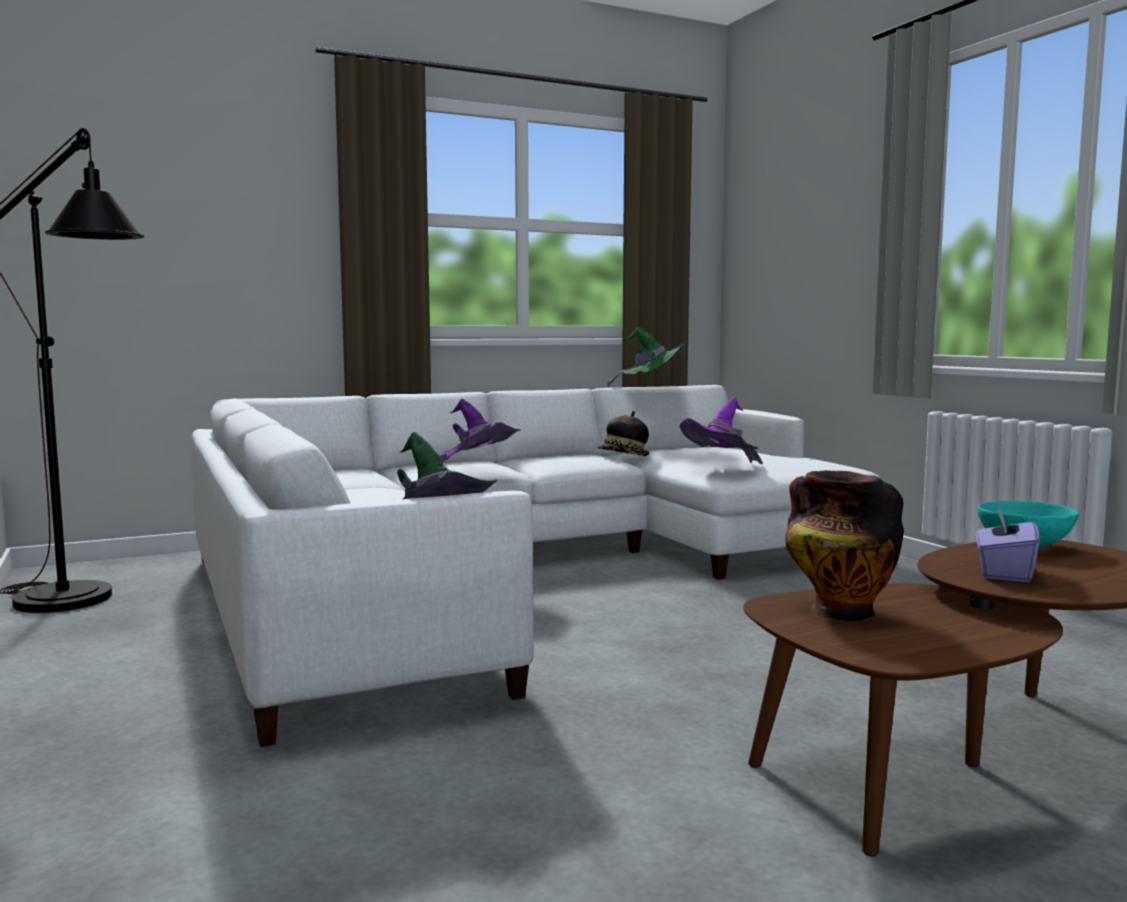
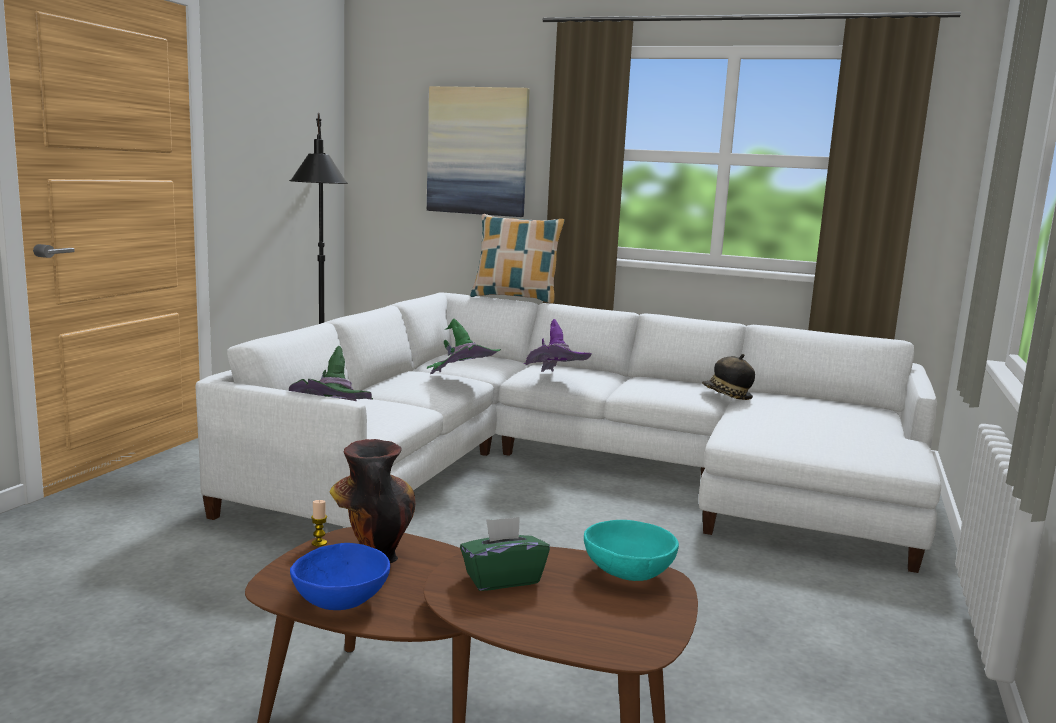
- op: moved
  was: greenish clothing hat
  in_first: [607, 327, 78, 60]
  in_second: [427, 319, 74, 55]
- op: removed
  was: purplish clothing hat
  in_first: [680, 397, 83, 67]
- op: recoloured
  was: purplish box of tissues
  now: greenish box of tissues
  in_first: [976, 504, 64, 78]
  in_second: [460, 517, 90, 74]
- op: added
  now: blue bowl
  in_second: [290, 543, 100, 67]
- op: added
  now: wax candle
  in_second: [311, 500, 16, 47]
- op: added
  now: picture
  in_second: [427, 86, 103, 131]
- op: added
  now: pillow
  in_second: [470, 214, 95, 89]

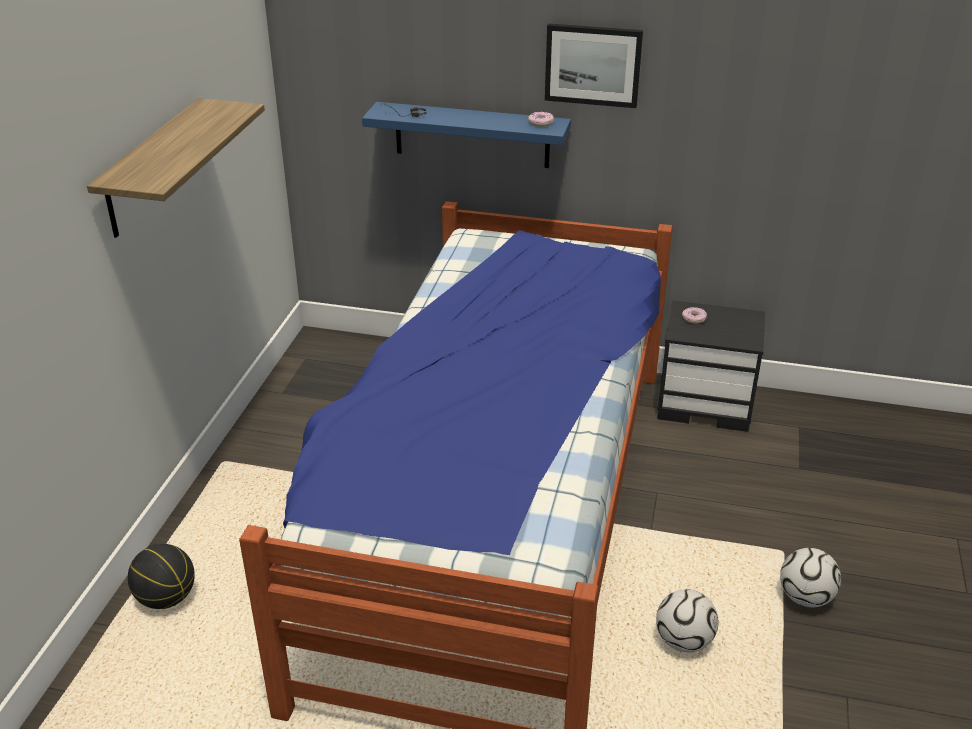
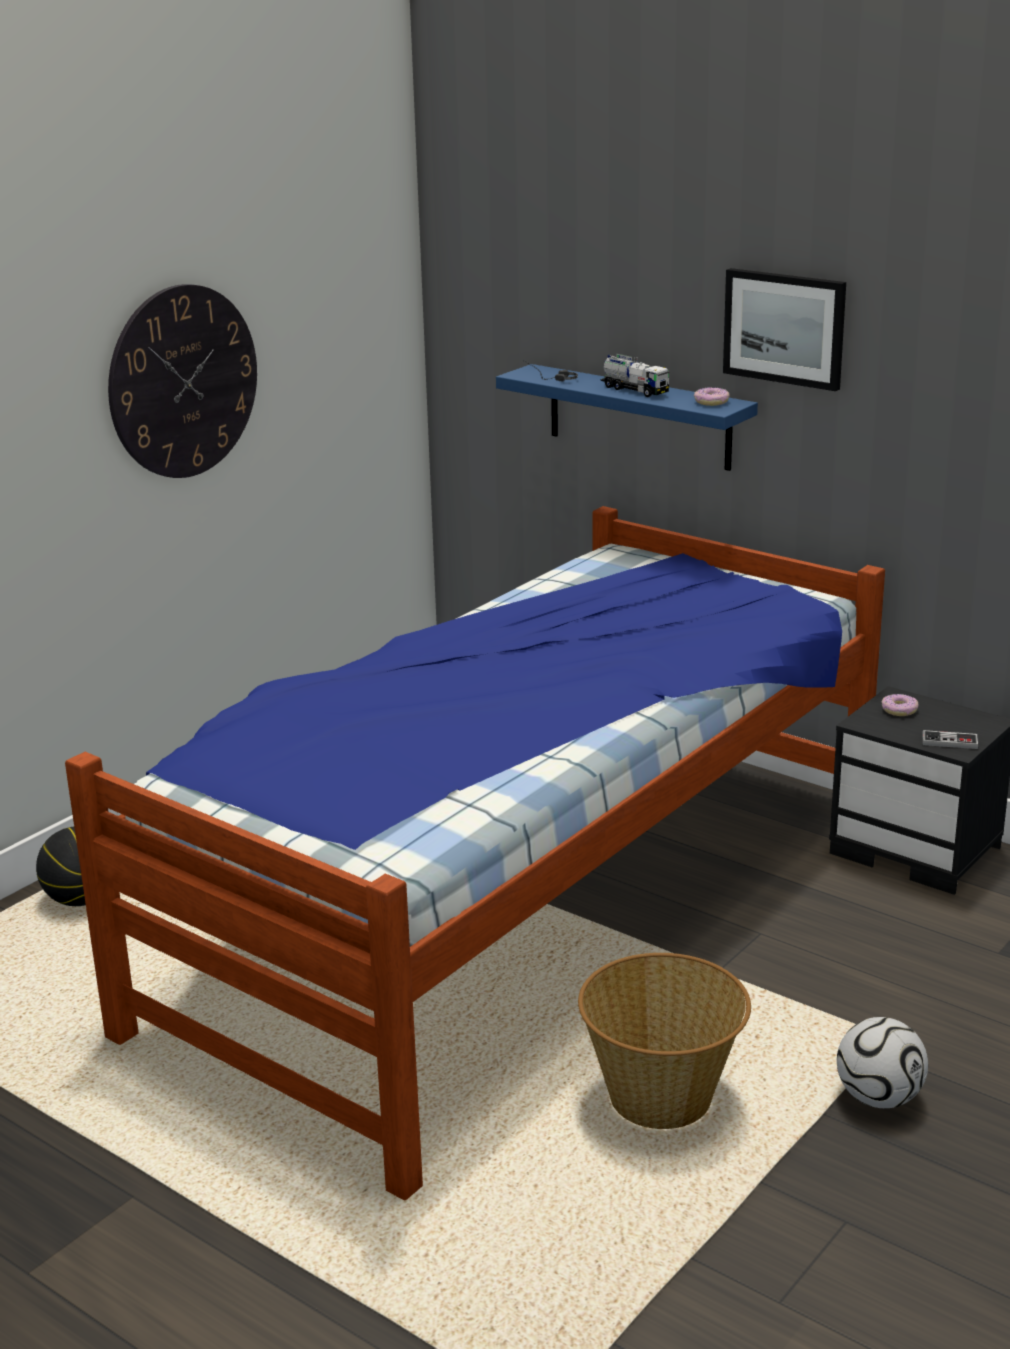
- op: replaced
  was: bracket shelf
  now: clock on the wall
  in_first: [87, 98, 178, 140]
  in_second: [108, 284, 149, 194]
- op: replaced
  was: ball for football
  now: storage basket
  in_first: [656, 589, 63, 63]
  in_second: [578, 953, 173, 176]
- op: added
  now: toy lorry
  in_second: [601, 354, 69, 43]
- op: added
  now: gamepad
  in_second: [922, 730, 57, 19]

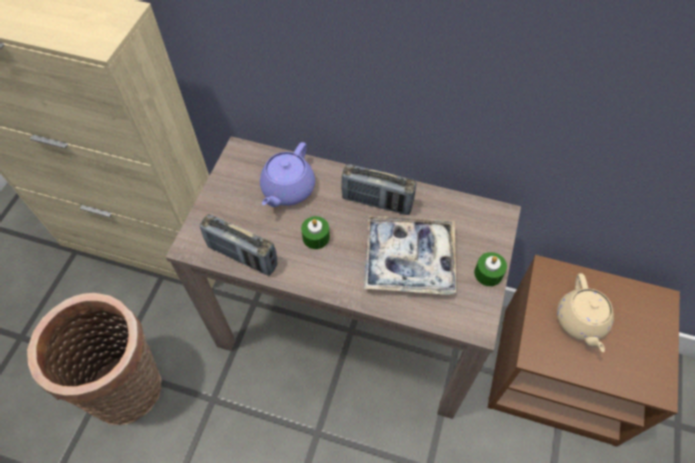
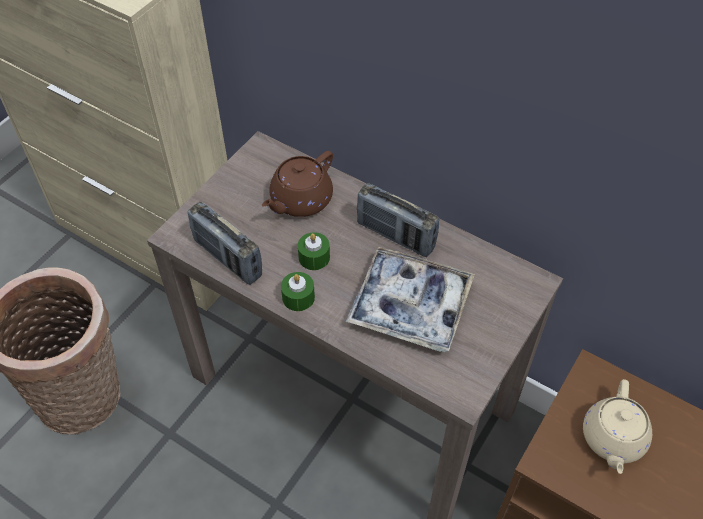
- op: recoloured
  was: purplish tea pot
  now: brownish tea pot
  in_first: [260, 142, 55, 65]
  in_second: [262, 151, 71, 66]
- op: moved
  was: greenish wax candle
  in_first: [474, 252, 33, 34]
  in_second: [281, 272, 34, 39]

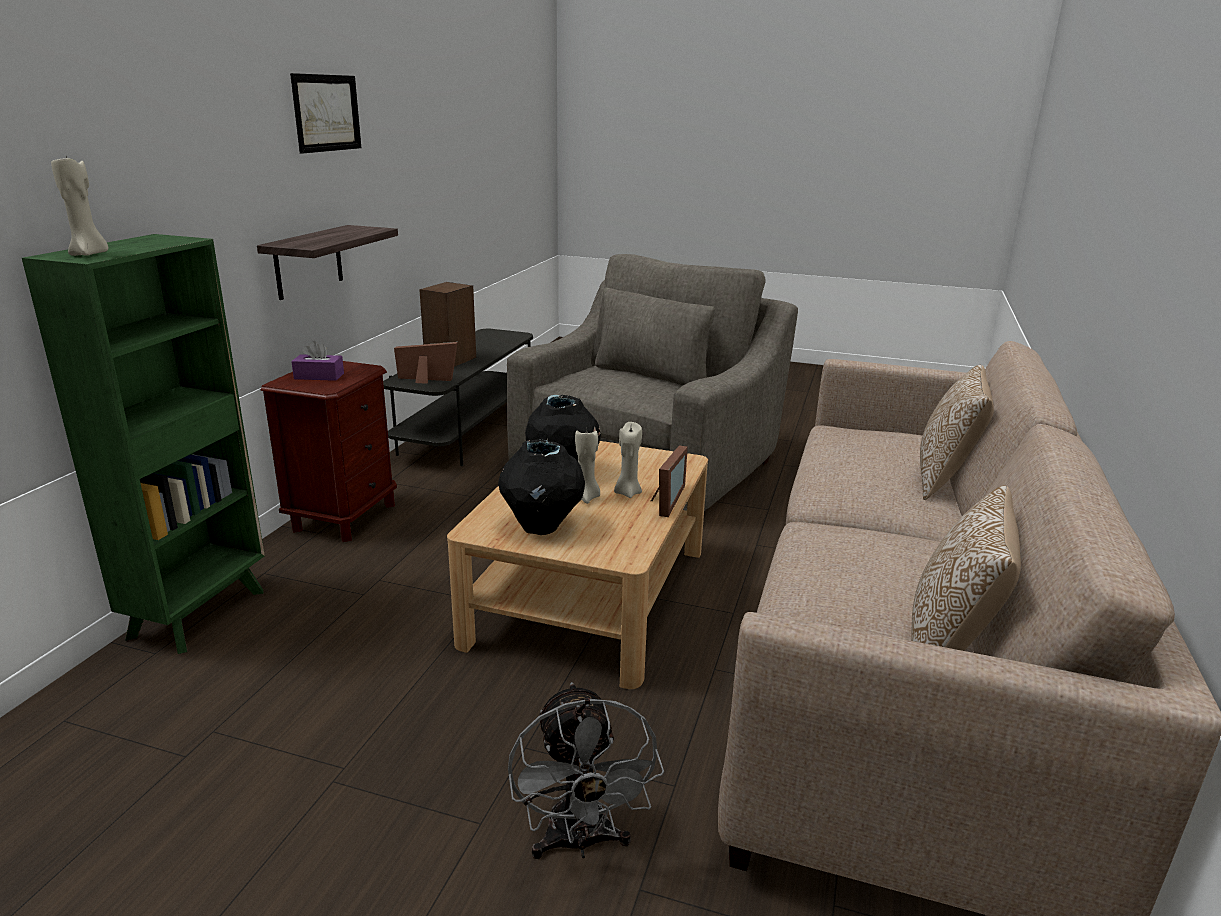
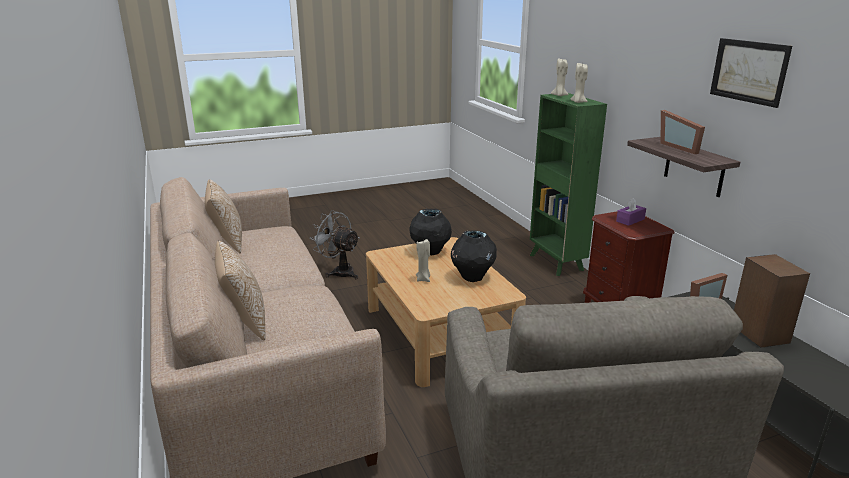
- op: moved
  was: beige-coloured wax candle
  in_first: [575, 429, 25, 75]
  in_second: [571, 63, 17, 40]
- op: moved
  was: standing frame
  in_first: [651, 445, 37, 72]
  in_second: [660, 110, 45, 44]

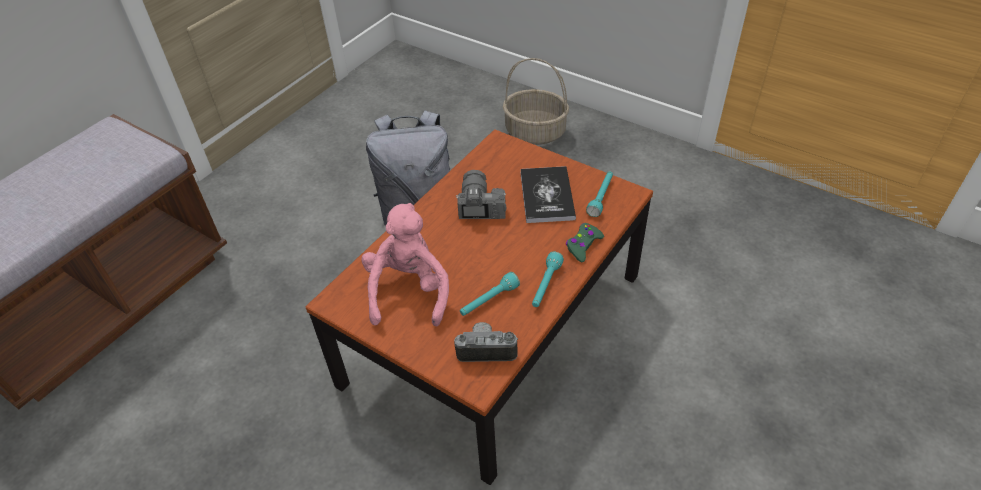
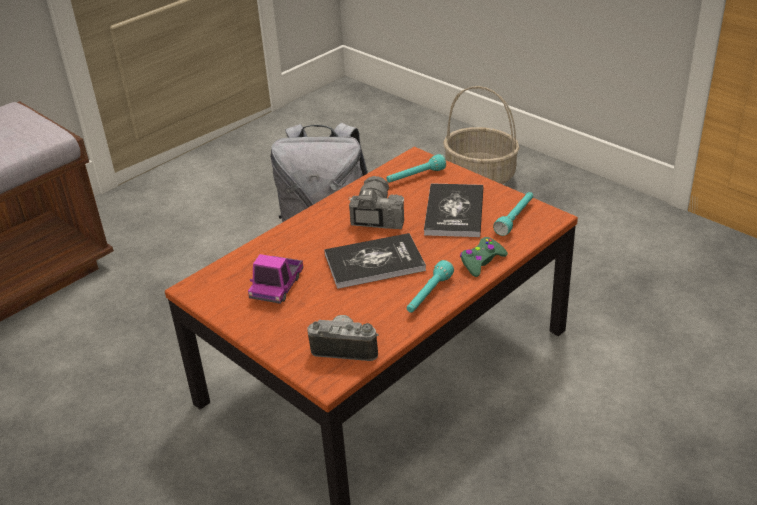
- op: replaced
  was: pinkish cuddly toy
  now: toy lorry
  in_first: [361, 203, 88, 123]
  in_second: [248, 254, 55, 50]
- op: moved
  was: turquoise-coloured hand torch
  in_first: [460, 272, 60, 44]
  in_second: [386, 154, 60, 28]
- op: added
  now: book
  in_second: [324, 233, 102, 56]

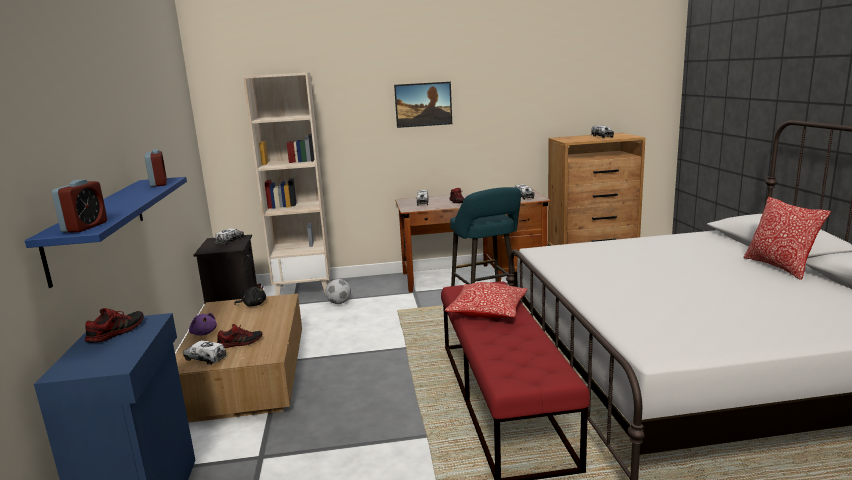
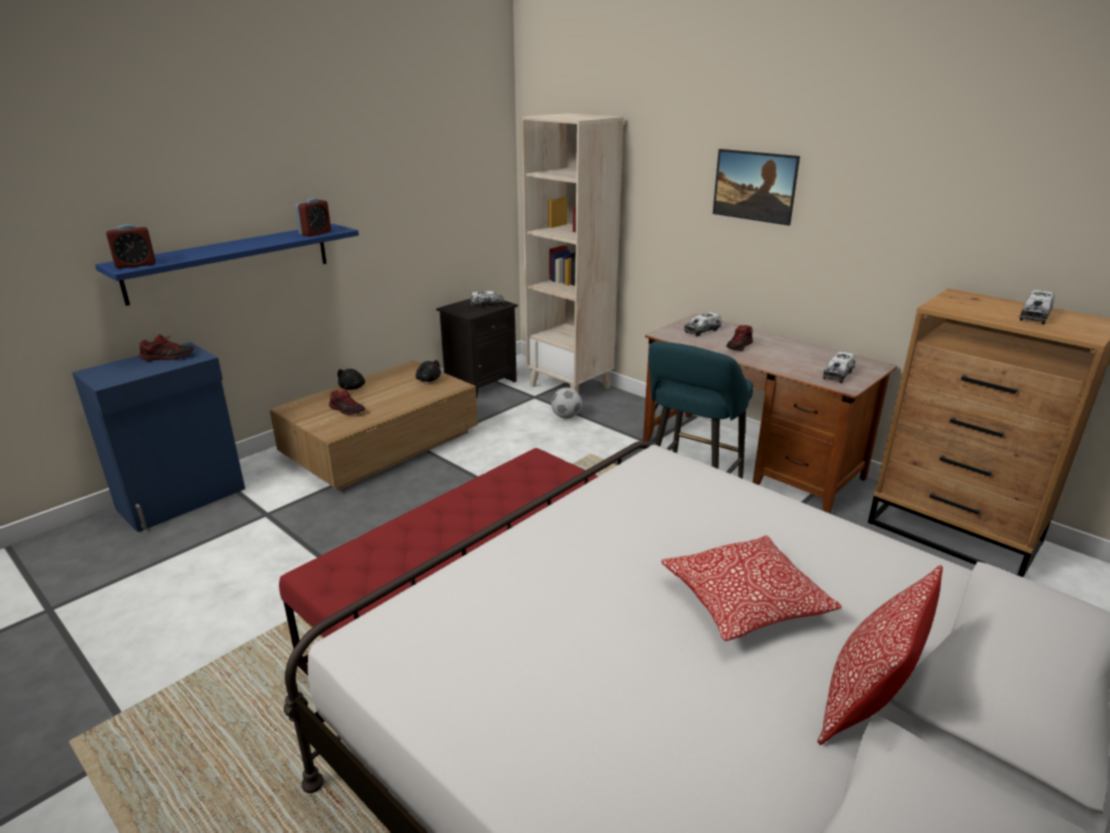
- op: removed
  was: toy lorry
  in_first: [183, 340, 44, 25]
- op: recoloured
  was: purplish cuddly toy
  now: black-coloured cuddly toy
  in_first: [189, 313, 28, 23]
  in_second: [338, 369, 27, 21]
- op: moved
  was: pillow
  in_first: [445, 282, 82, 36]
  in_second: [661, 535, 181, 106]

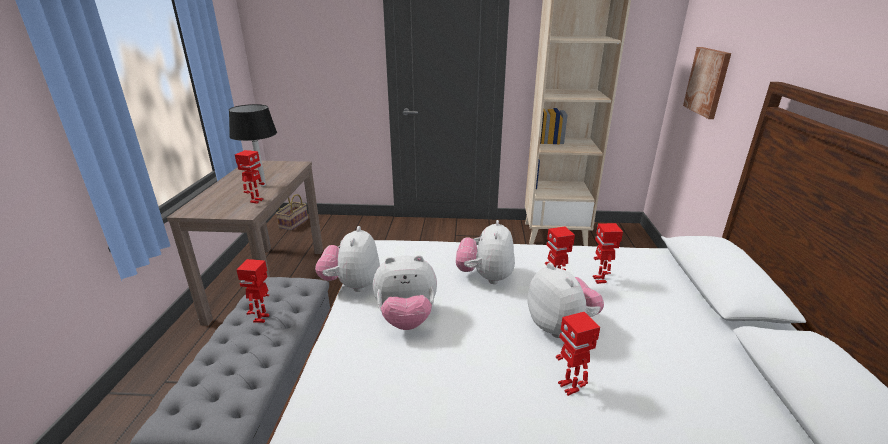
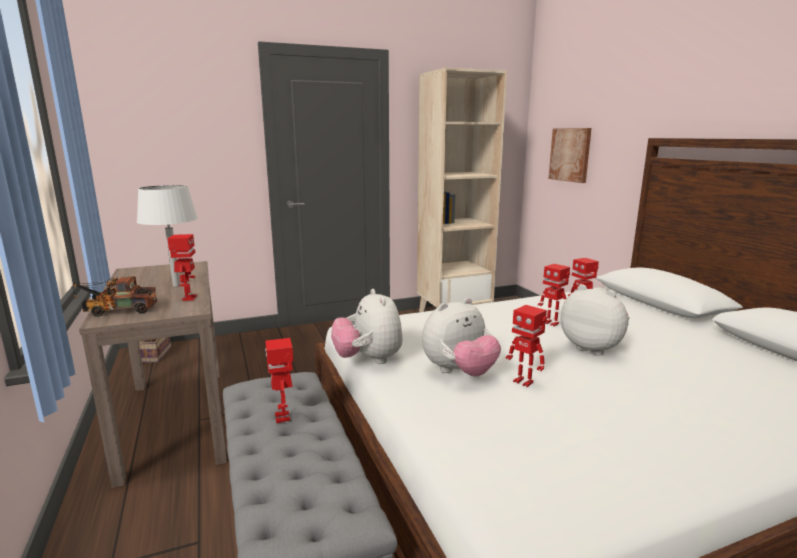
- op: recoloured
  was: black-coloured lamp for a table
  now: whitish lamp for a table
  in_first: [229, 104, 48, 83]
  in_second: [137, 185, 61, 102]
- op: removed
  was: cuddly toy
  in_first: [456, 220, 59, 64]
- op: moved
  was: model robot
  in_first: [556, 312, 44, 84]
  in_second: [506, 305, 41, 82]
- op: added
  now: toy lorry
  in_second: [73, 276, 84, 41]

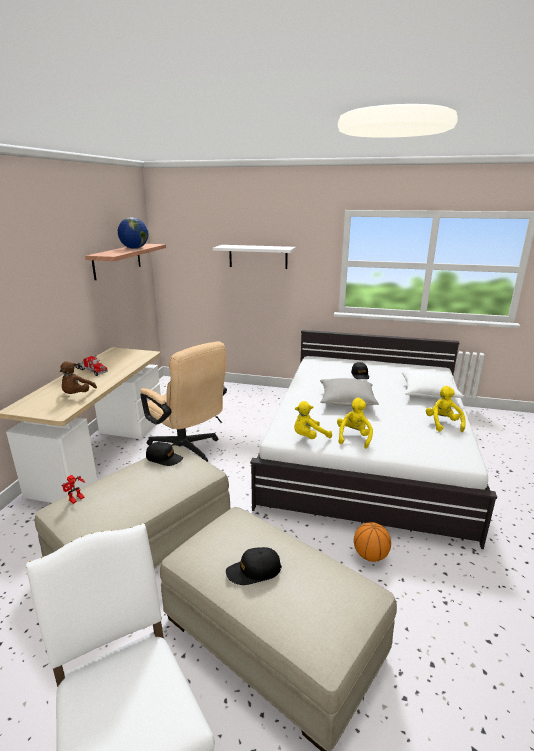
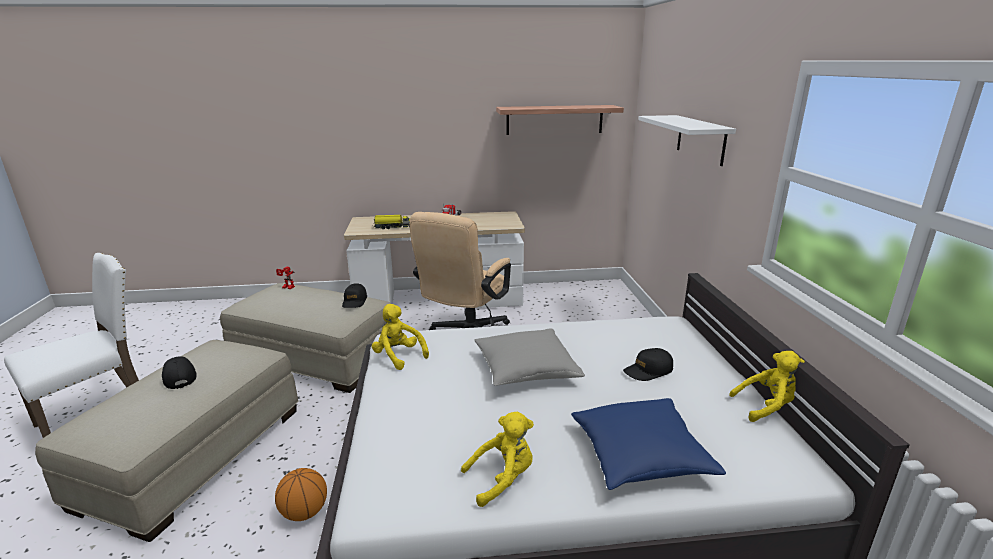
- op: replaced
  was: brownish cuddly toy
  now: toy lorry
  in_first: [60, 361, 37, 33]
  in_second: [374, 215, 36, 14]
- op: removed
  was: desk globe
  in_first: [118, 217, 30, 32]
- op: moved
  was: yellow cuddly toy
  in_first: [337, 398, 36, 51]
  in_second: [729, 351, 76, 71]
- op: recoloured
  was: whitish pillow
  now: blue pillow
  in_first: [401, 371, 62, 27]
  in_second: [571, 398, 155, 92]

